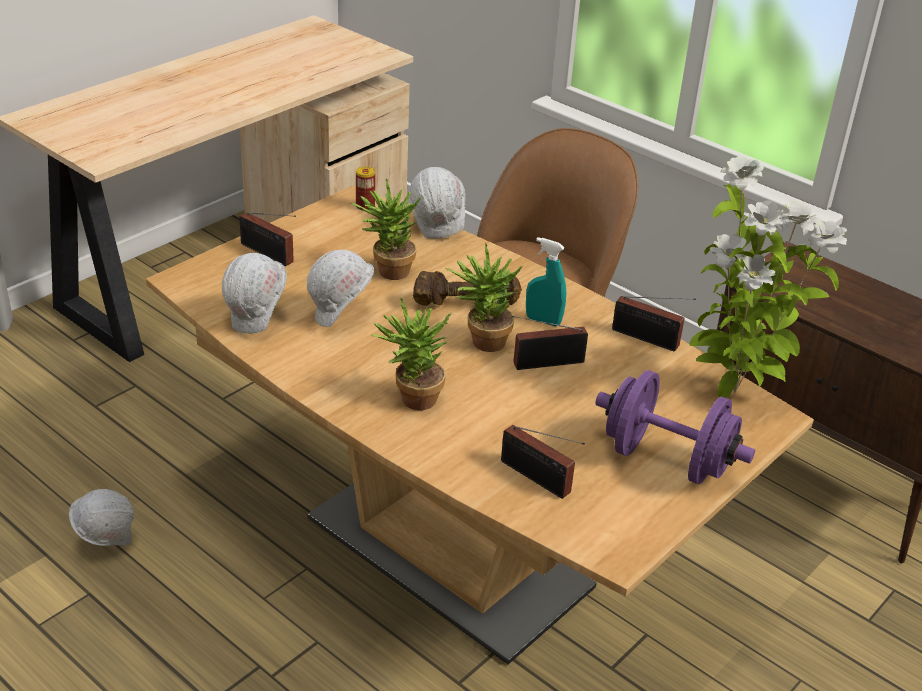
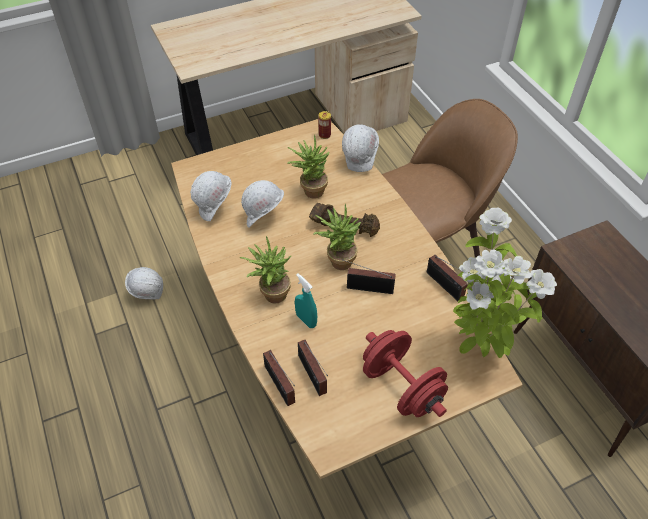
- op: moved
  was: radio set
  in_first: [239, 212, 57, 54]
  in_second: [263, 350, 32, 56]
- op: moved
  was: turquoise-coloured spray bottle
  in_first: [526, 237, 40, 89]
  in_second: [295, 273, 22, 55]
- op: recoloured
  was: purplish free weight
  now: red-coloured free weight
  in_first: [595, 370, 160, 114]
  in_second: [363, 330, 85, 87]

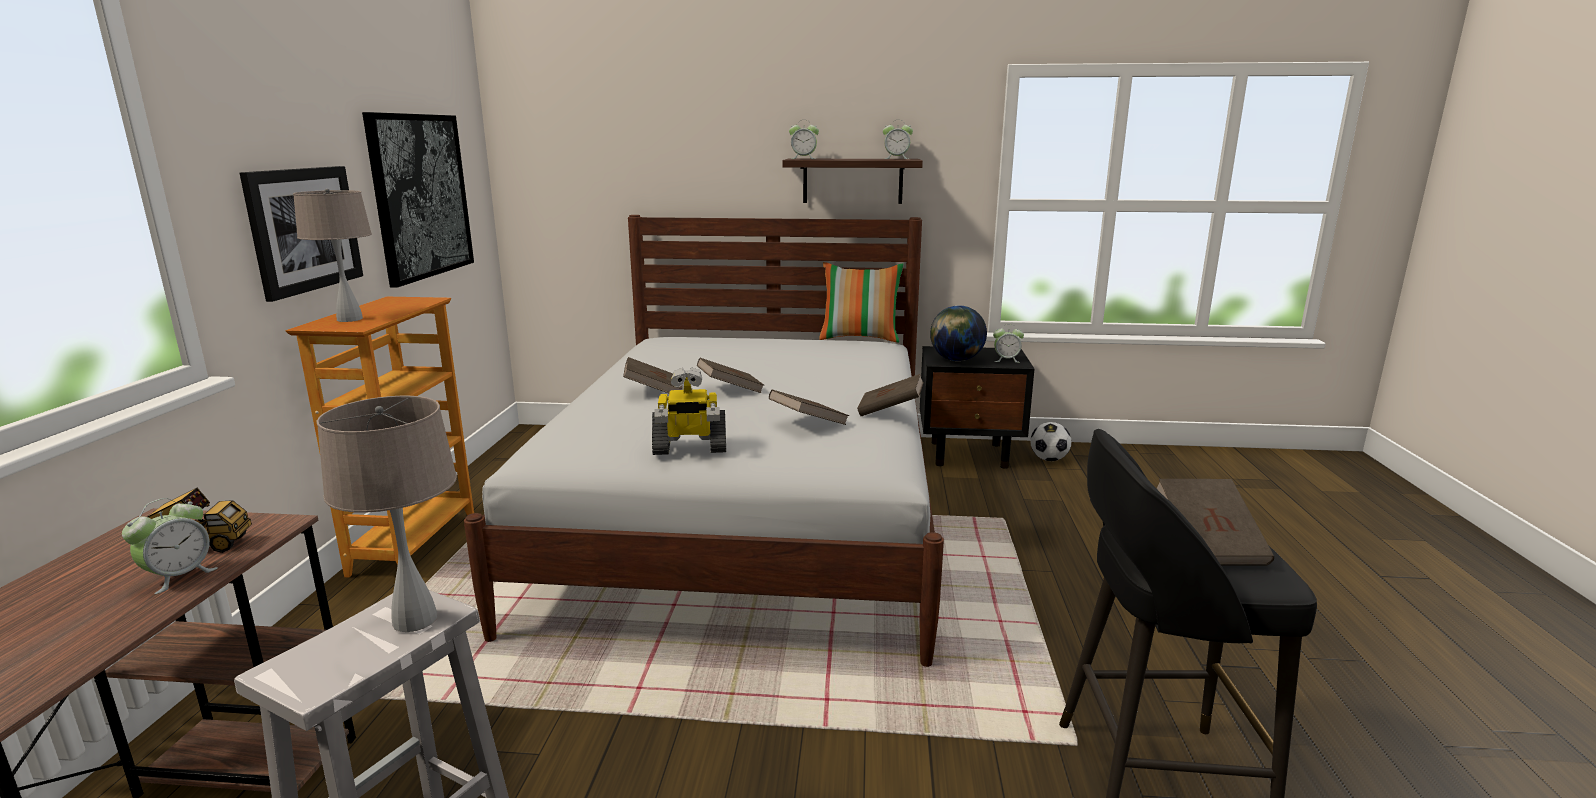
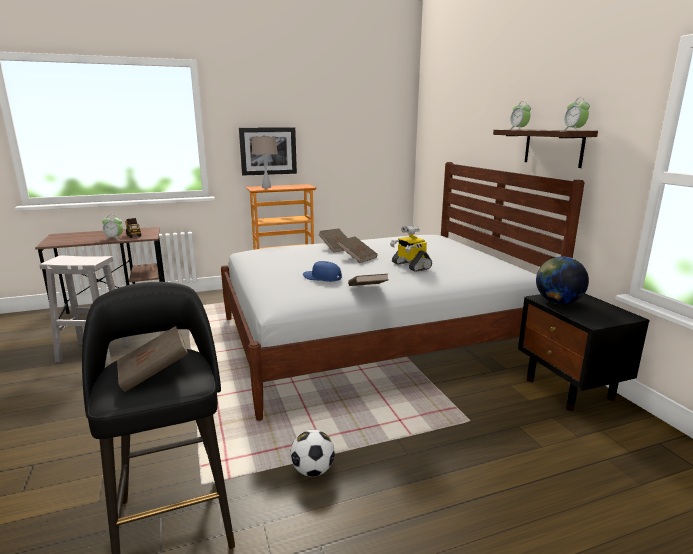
- op: removed
  was: beige-coloured lamp for a table
  in_first: [316, 396, 141, 236]
- op: removed
  was: picture
  in_first: [362, 112, 112, 176]
- op: moved
  was: model robot
  in_first: [652, 367, 74, 88]
  in_second: [390, 225, 42, 47]
- op: replaced
  was: brownish book
  now: blue peaked cap
  in_first: [769, 389, 80, 36]
  in_second: [303, 261, 39, 21]
- op: removed
  was: pillow
  in_first: [819, 262, 85, 81]
- op: removed
  was: alarm clock
  in_first: [993, 324, 31, 39]
- op: moved
  was: ball for football
  in_first: [1031, 422, 40, 39]
  in_second: [291, 430, 44, 47]

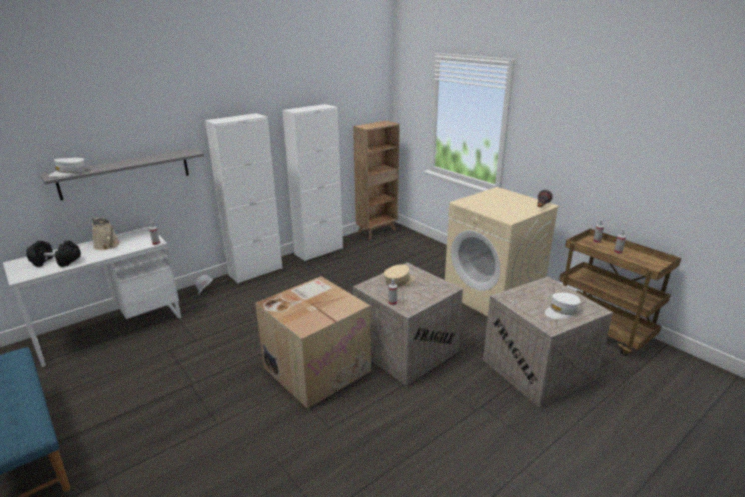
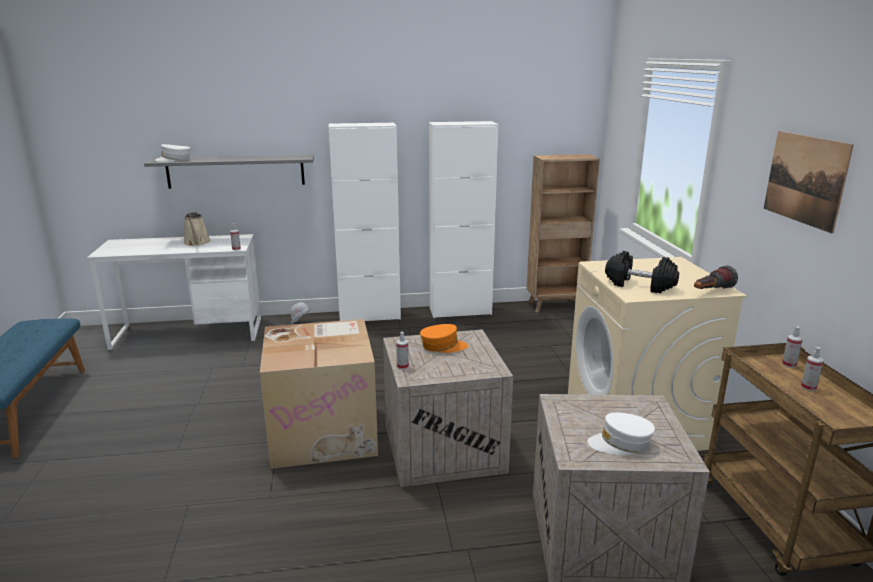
- op: moved
  was: black-coloured free weight
  in_first: [26, 240, 55, 27]
  in_second: [605, 251, 74, 42]
- op: recoloured
  was: beige-coloured peaked cap
  now: orange-coloured peaked cap
  in_first: [384, 264, 31, 23]
  in_second: [420, 324, 48, 29]
- op: added
  now: picture
  in_second: [764, 131, 90, 103]

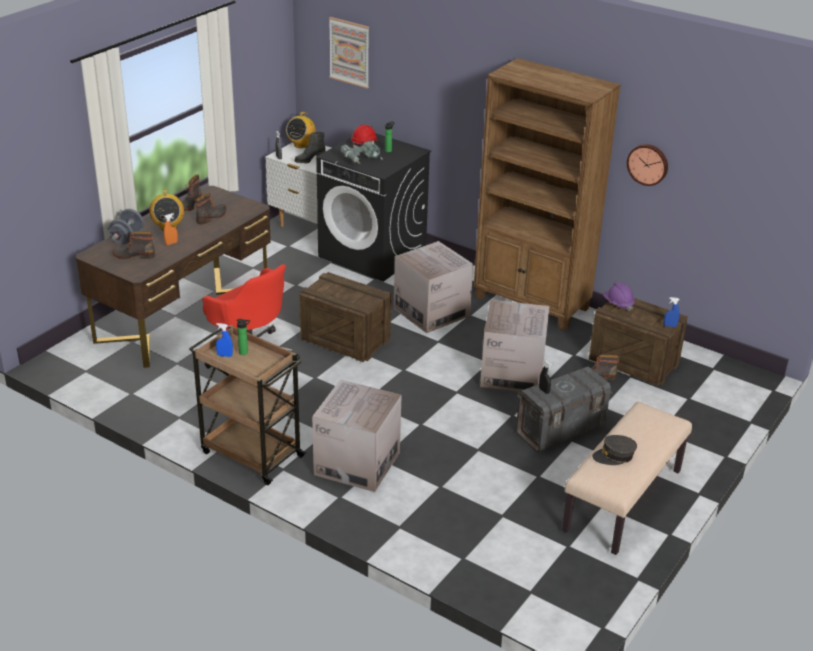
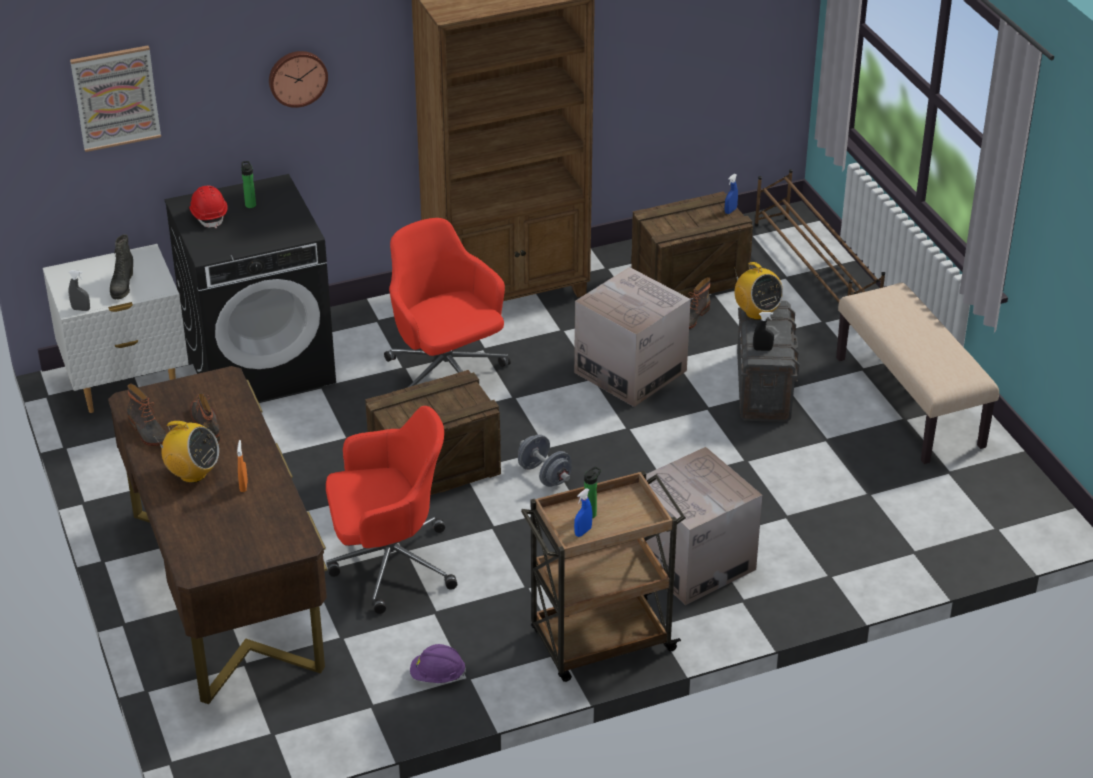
- op: moved
  was: gray free weight
  in_first: [107, 209, 37, 35]
  in_second: [518, 434, 54, 53]
- op: removed
  was: tall boot
  in_first: [112, 231, 43, 28]
- op: moved
  was: radio set
  in_first: [286, 112, 30, 36]
  in_second: [734, 262, 49, 58]
- op: removed
  was: power drill
  in_first: [340, 141, 43, 23]
- op: replaced
  was: carton
  now: red-coloured computer chair
  in_first: [394, 241, 79, 92]
  in_second: [384, 218, 127, 169]
- op: removed
  was: gray peaked cap
  in_first: [592, 435, 45, 30]
- op: moved
  was: purplish hard hat
  in_first: [603, 282, 32, 29]
  in_second: [410, 644, 56, 39]
- op: moved
  was: clock on the wall
  in_first: [627, 144, 41, 42]
  in_second: [269, 51, 59, 57]
- op: added
  now: brownish shoe shelf
  in_second: [755, 169, 130, 156]

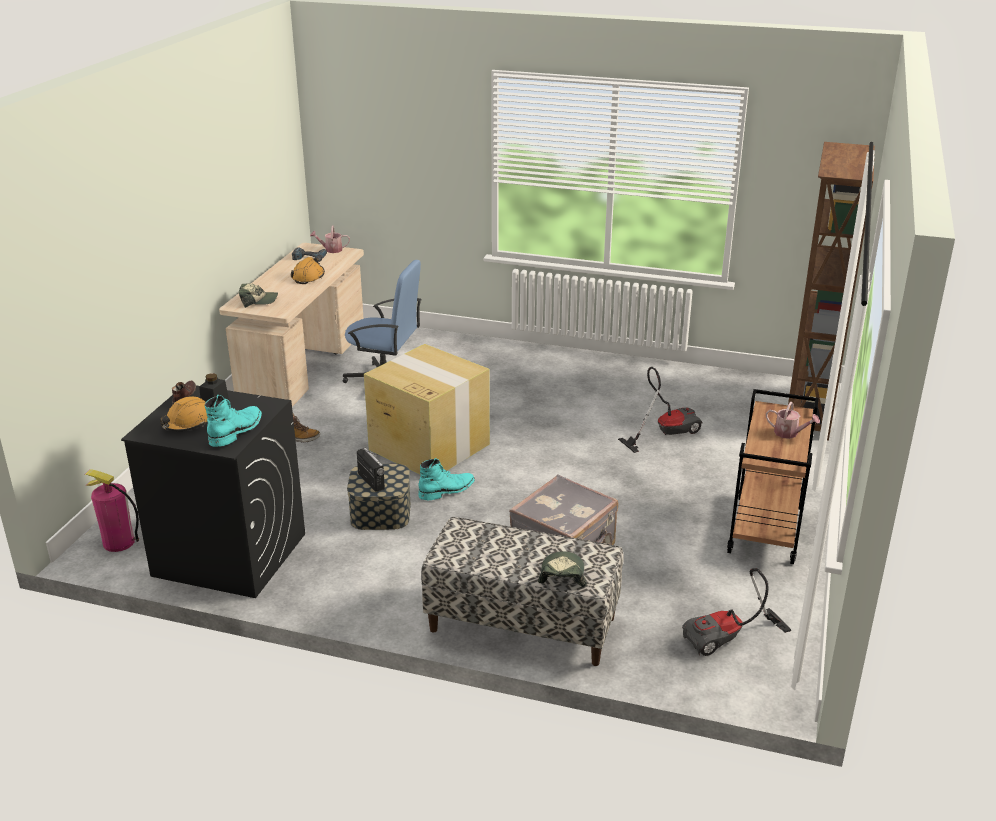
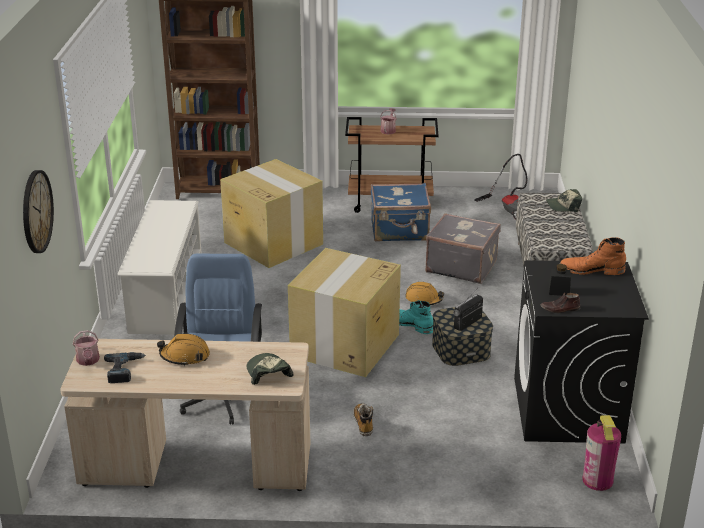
- op: moved
  was: orange-coloured hard hat
  in_first: [160, 397, 47, 34]
  in_second: [405, 282, 39, 23]
- op: recoloured
  was: turquoise-coloured tall boot
  now: orange-coloured tall boot
  in_first: [205, 395, 57, 52]
  in_second: [559, 237, 67, 38]
- op: replaced
  was: vacuum cleaner
  now: carton
  in_first: [618, 367, 84, 86]
  in_second: [220, 159, 103, 109]
- op: added
  now: clock on the wall
  in_second: [23, 170, 31, 83]
- op: added
  now: whitish shoe shelf
  in_second: [118, 200, 84, 135]
- op: added
  now: blue suitcase
  in_second: [371, 183, 60, 59]

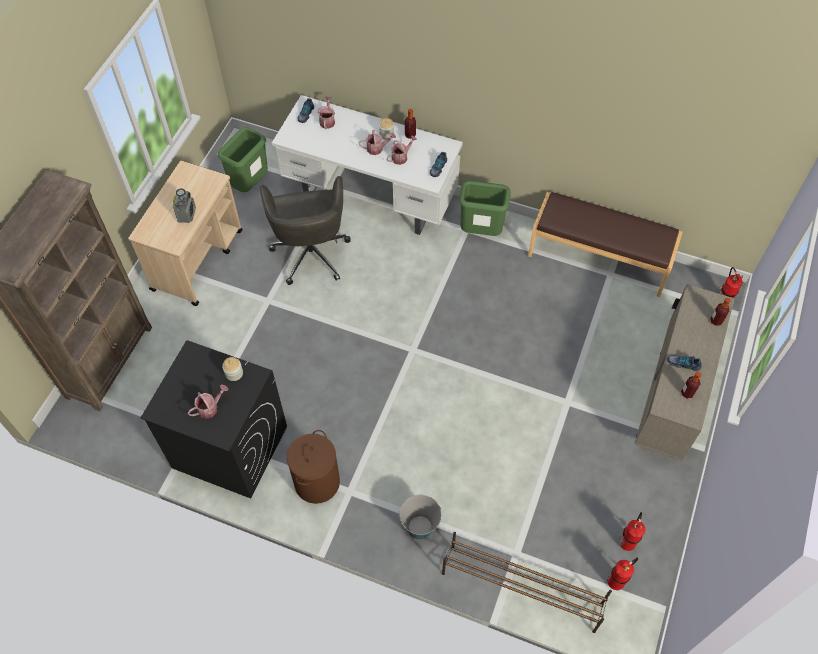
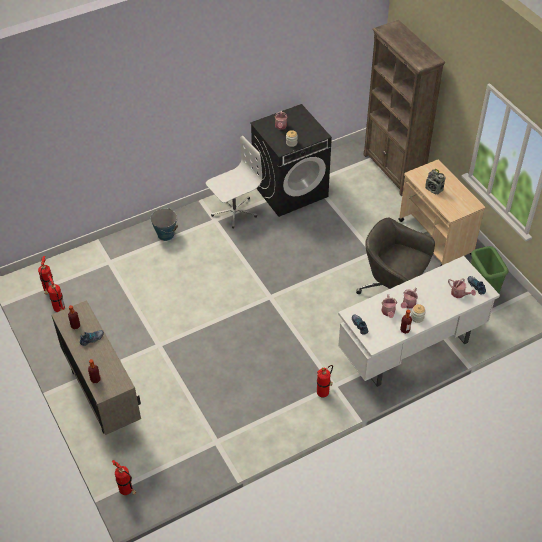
- op: replaced
  was: brownish laundry basket
  now: whitish computer chair
  in_first: [287, 430, 53, 74]
  in_second: [206, 136, 56, 92]
- op: removed
  was: brownish shoe shelf
  in_first: [442, 532, 170, 101]
- op: replaced
  was: greenish rubbish bin
  now: fire extinguisher
  in_first: [459, 181, 52, 55]
  in_second: [317, 365, 16, 32]
- op: removed
  was: brownish long seat
  in_first: [528, 192, 155, 105]

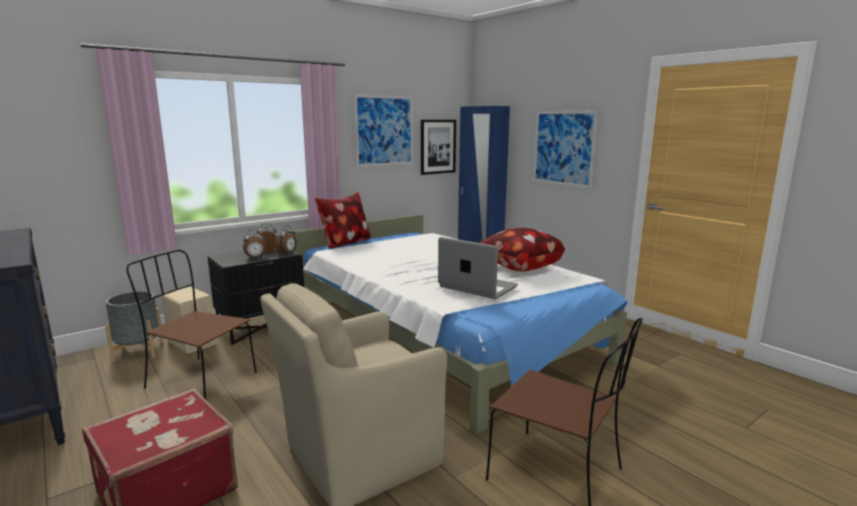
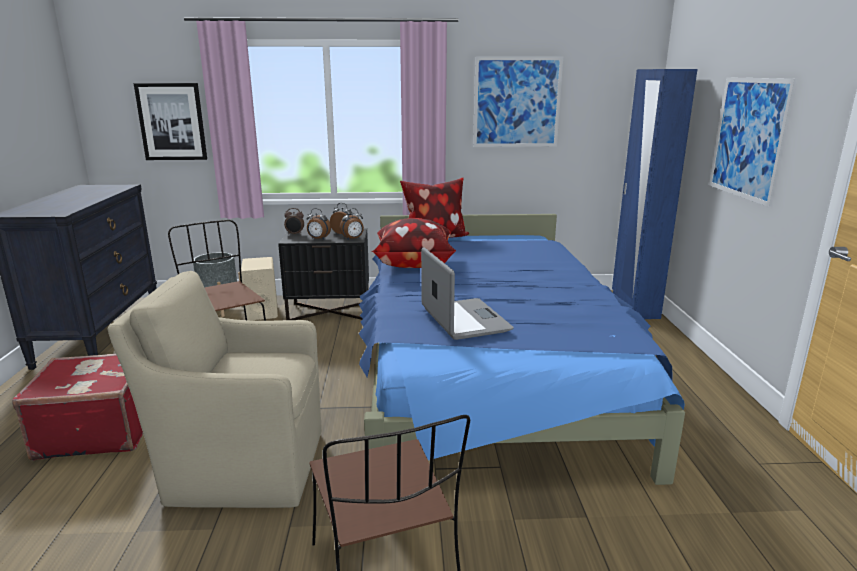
- op: recoloured
  was: whitish bedroom bed
  now: blue bedroom bed
  in_first: [294, 214, 334, 220]
  in_second: [359, 214, 326, 271]
- op: moved
  was: picture
  in_first: [421, 120, 35, 55]
  in_second: [134, 83, 73, 77]
- op: moved
  was: pillow
  in_first: [480, 228, 85, 44]
  in_second: [371, 218, 85, 50]
- op: added
  now: alarm clock
  in_second: [284, 208, 20, 27]

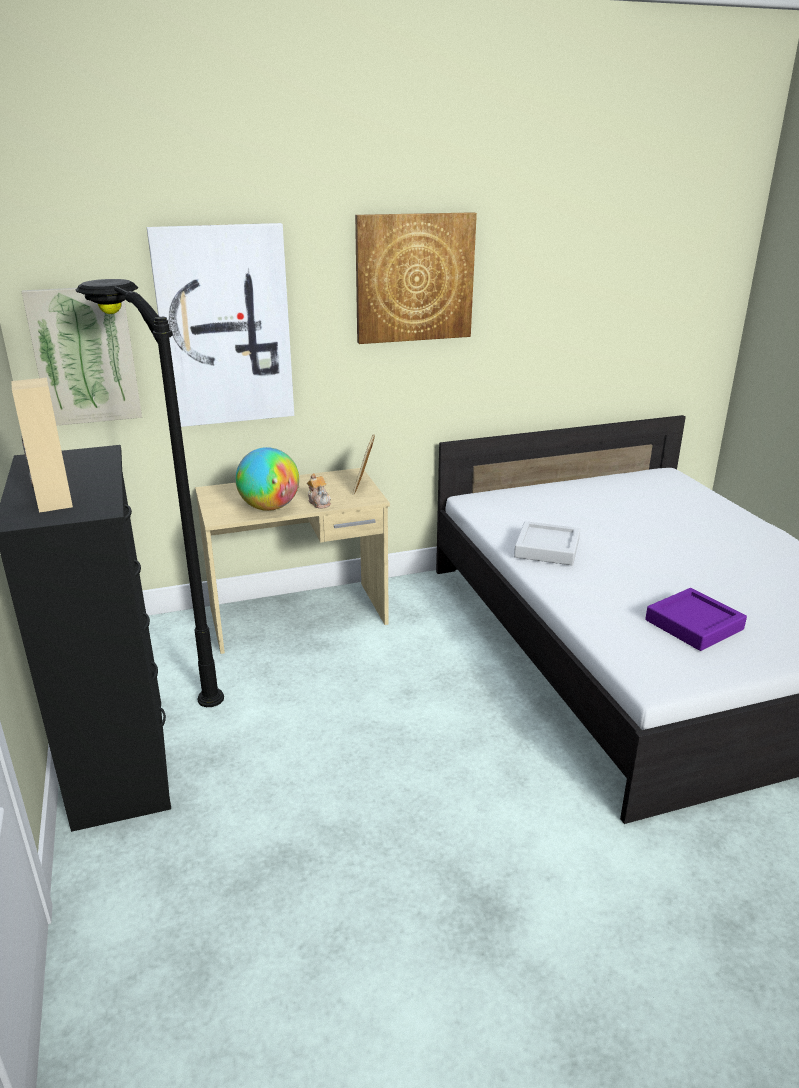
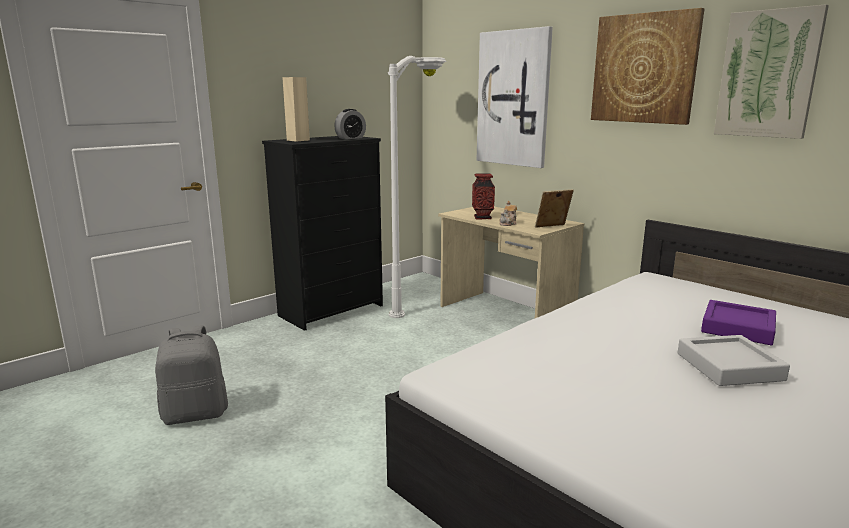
- op: moved
  was: picture
  in_first: [22, 288, 120, 138]
  in_second: [714, 4, 115, 135]
- op: recoloured
  was: black-coloured floor lamp
  now: whitish floor lamp
  in_first: [75, 279, 149, 428]
  in_second: [388, 56, 59, 262]
- op: replaced
  was: desk globe
  now: vase
  in_first: [235, 447, 64, 64]
  in_second: [472, 174, 23, 45]
- op: moved
  was: gray serving tray
  in_first: [514, 521, 66, 44]
  in_second: [677, 335, 113, 51]
- op: moved
  was: purplish serving tray
  in_first: [645, 588, 102, 63]
  in_second: [701, 300, 75, 45]
- op: added
  now: gray knapsack
  in_second: [155, 325, 73, 100]
- op: added
  now: alarm clock
  in_second: [334, 109, 32, 30]

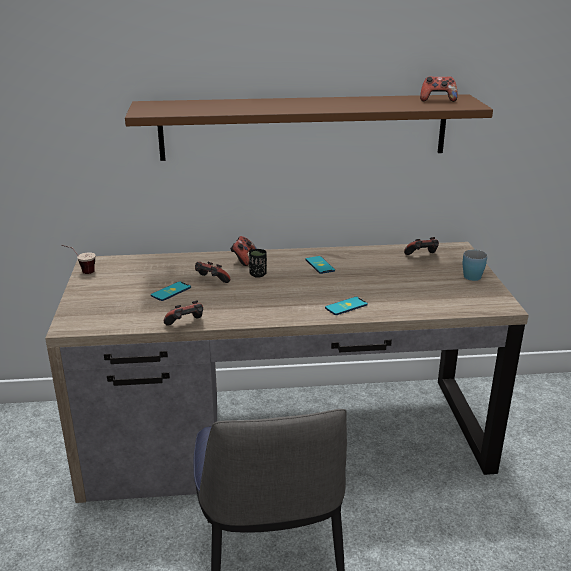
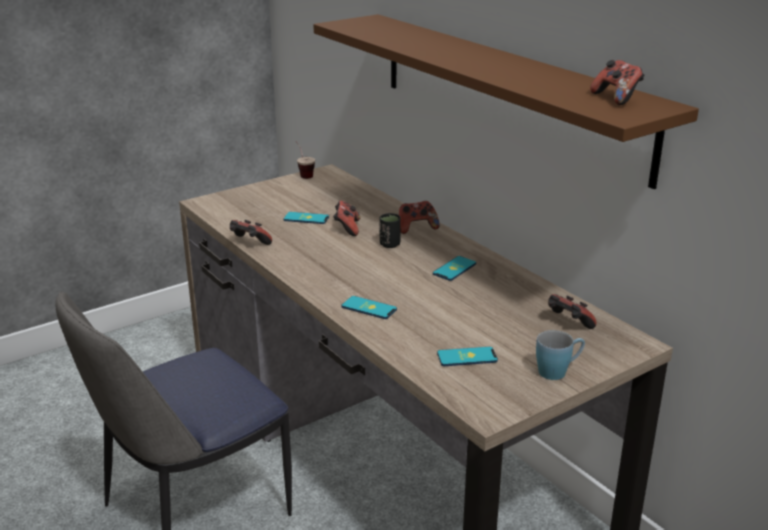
- op: added
  now: telephone
  in_second: [437, 347, 61, 19]

